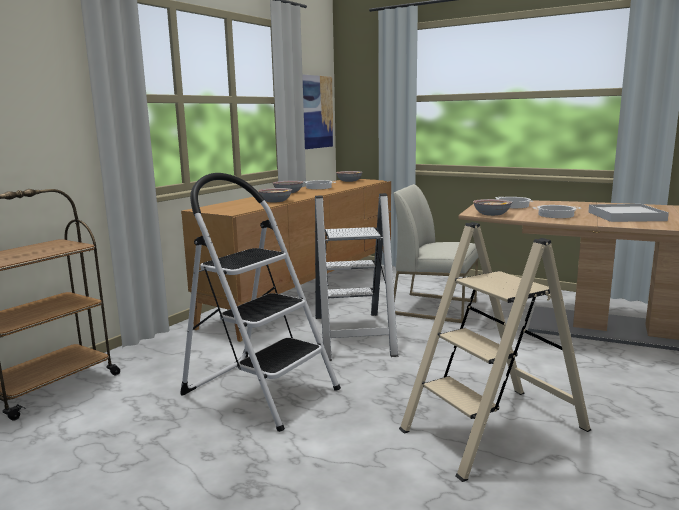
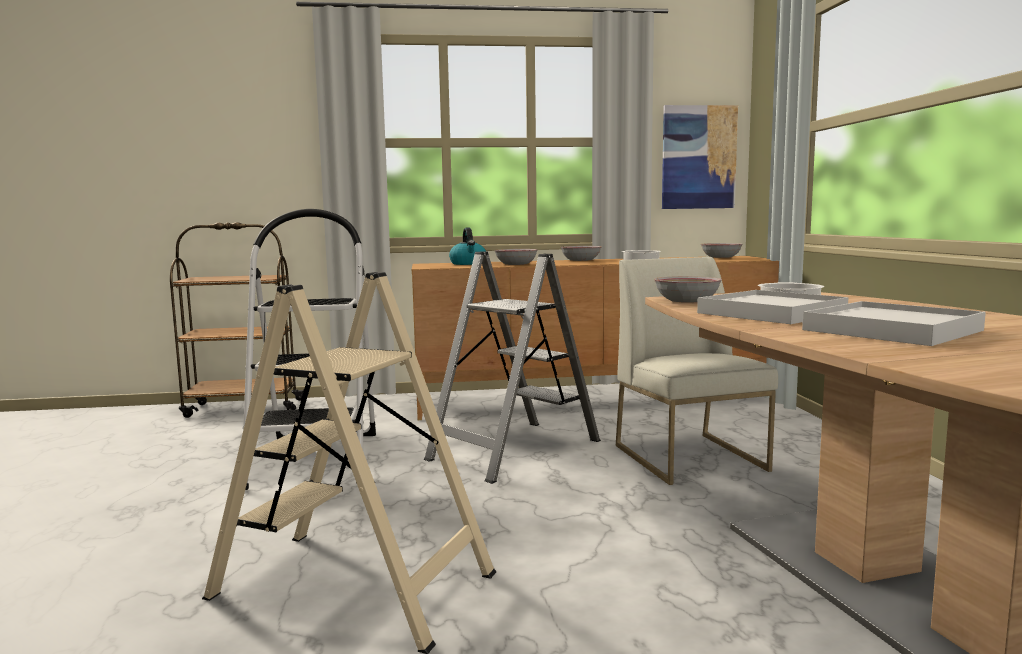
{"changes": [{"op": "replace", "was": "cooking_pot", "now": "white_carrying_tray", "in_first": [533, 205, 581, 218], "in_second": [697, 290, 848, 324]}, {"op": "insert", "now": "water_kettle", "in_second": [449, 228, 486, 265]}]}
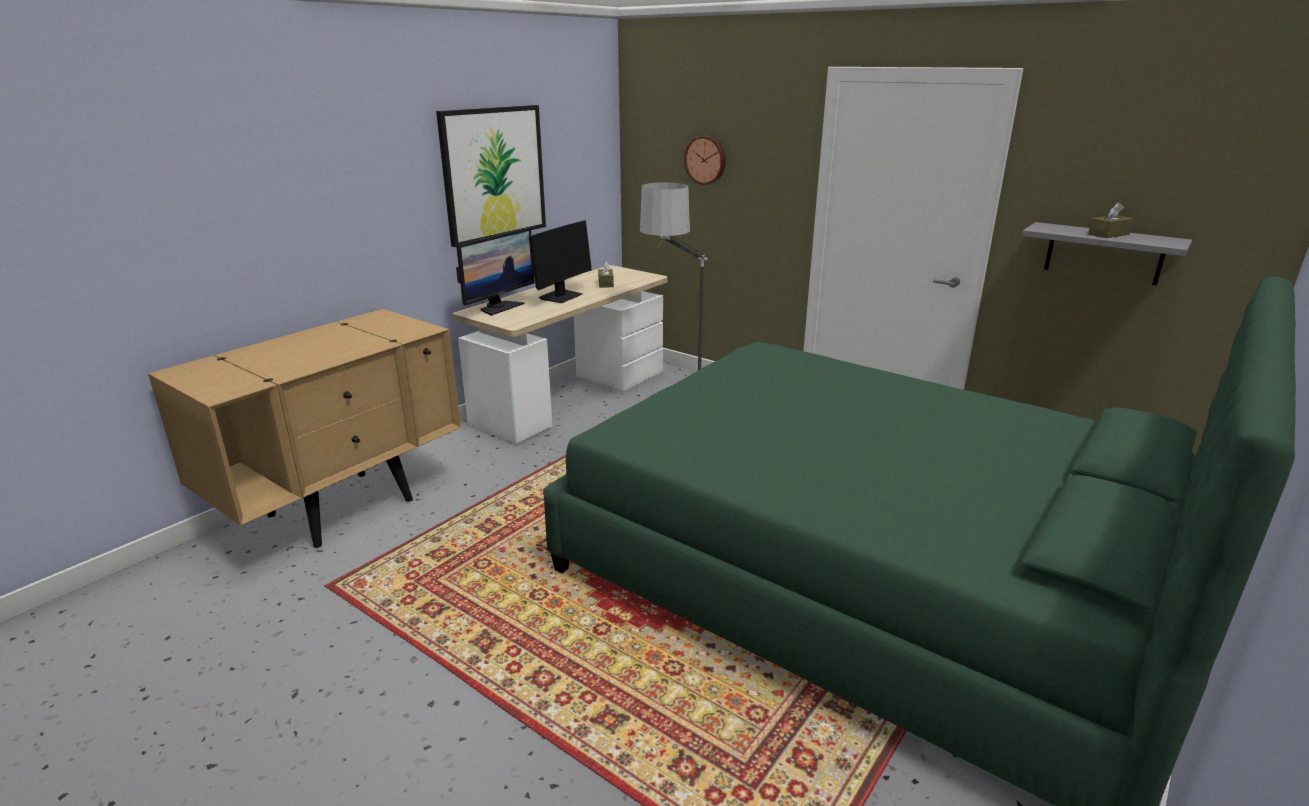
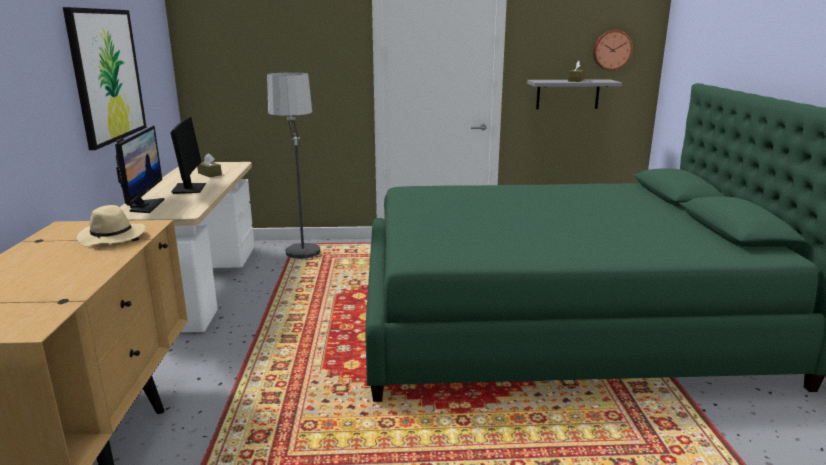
{"changes": [{"op": "move", "was": "hanging_clock", "in_first": [684, 136, 726, 185], "in_second": [593, 30, 633, 70]}, {"op": "insert", "now": "beige-coloured_clothing_hat", "in_second": [77, 205, 145, 246]}]}
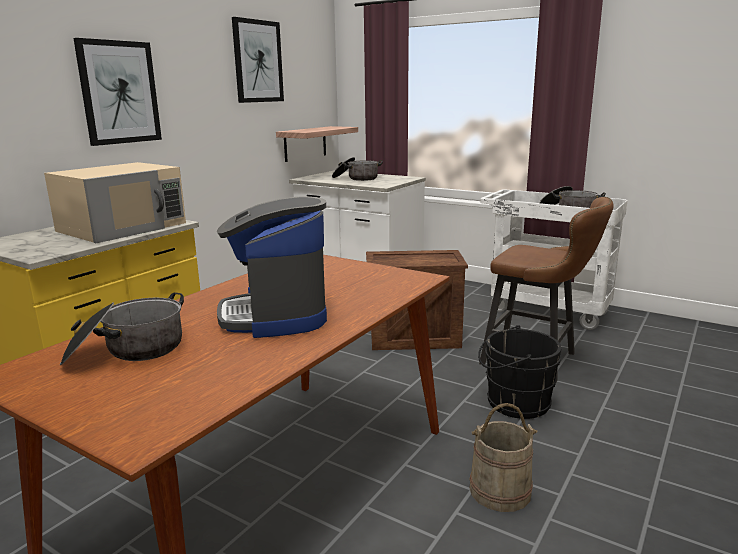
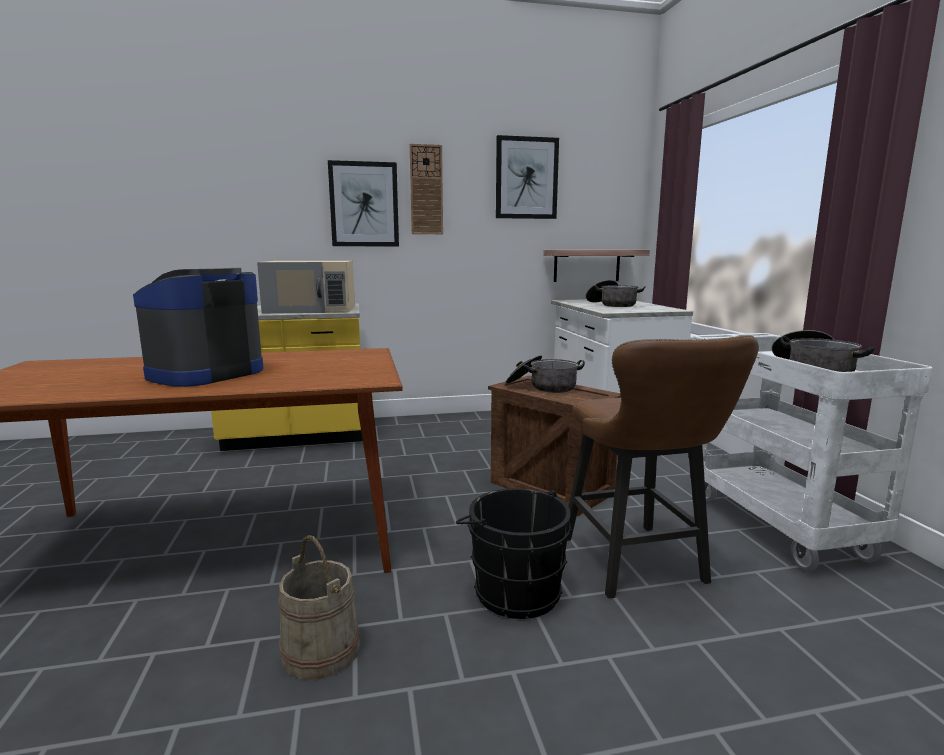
{"changes": [{"op": "move", "was": "cooking_pot", "in_first": [60, 292, 184, 365], "in_second": [506, 355, 585, 393]}, {"op": "insert", "now": "hanging_clock", "in_second": [410, 144, 443, 234]}]}
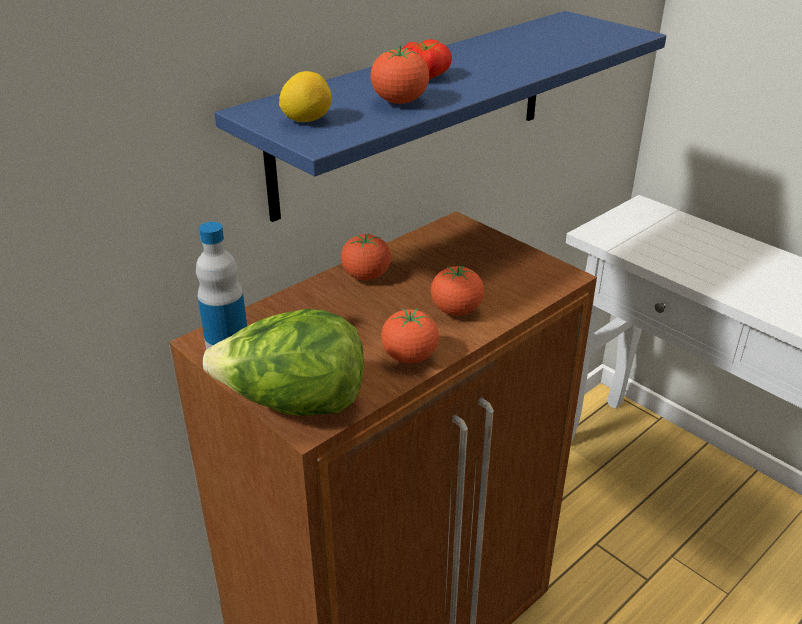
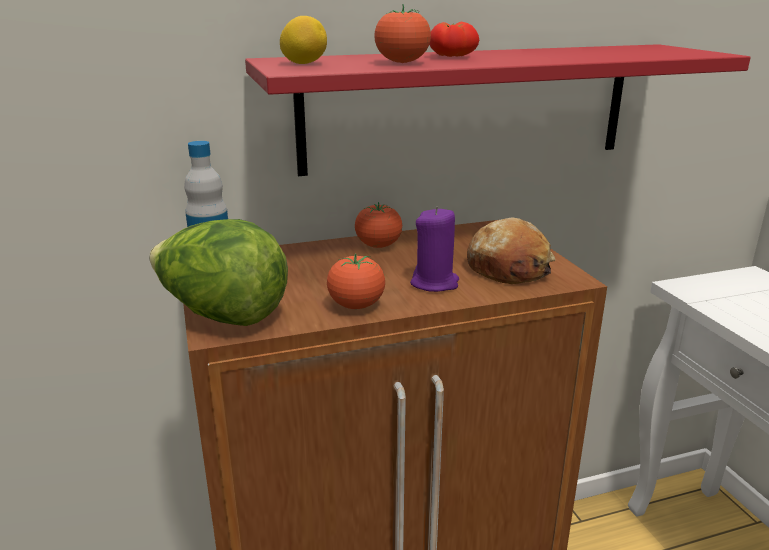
{"changes": [{"op": "recolor", "was": "blue-coloured_shelf", "now": "reddish_shelf", "in_first": [215, 11, 666, 222], "in_second": [245, 44, 751, 176]}, {"op": "replace", "was": "fresh_tomato", "now": "purple_candle", "in_first": [431, 266, 484, 316], "in_second": [410, 207, 459, 292]}, {"op": "insert", "now": "bread", "in_second": [467, 217, 556, 284]}]}
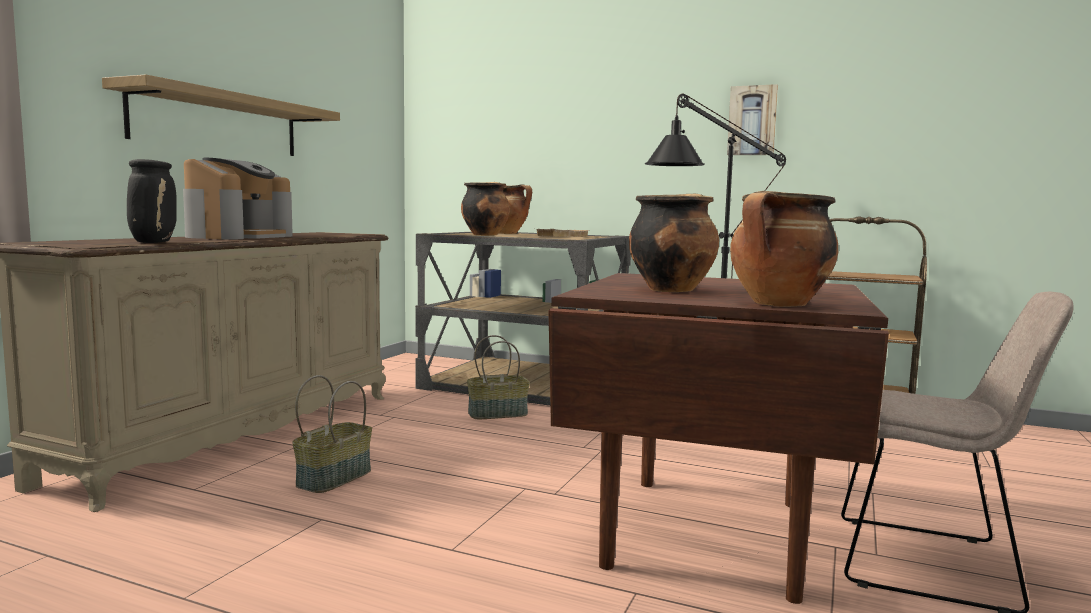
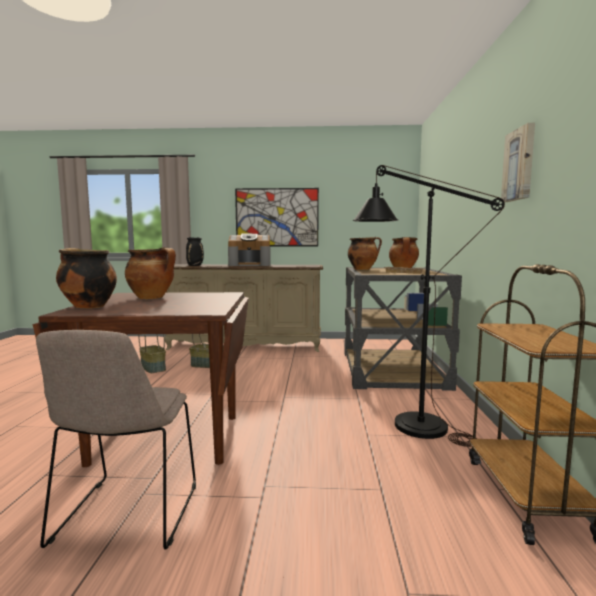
{"changes": [{"op": "replace", "was": "shelf", "now": "wall_picture", "in_first": [102, 74, 340, 156], "in_second": [235, 188, 319, 246]}, {"op": "move", "was": "storage_basket", "in_first": [467, 335, 530, 419], "in_second": [138, 334, 166, 373]}]}
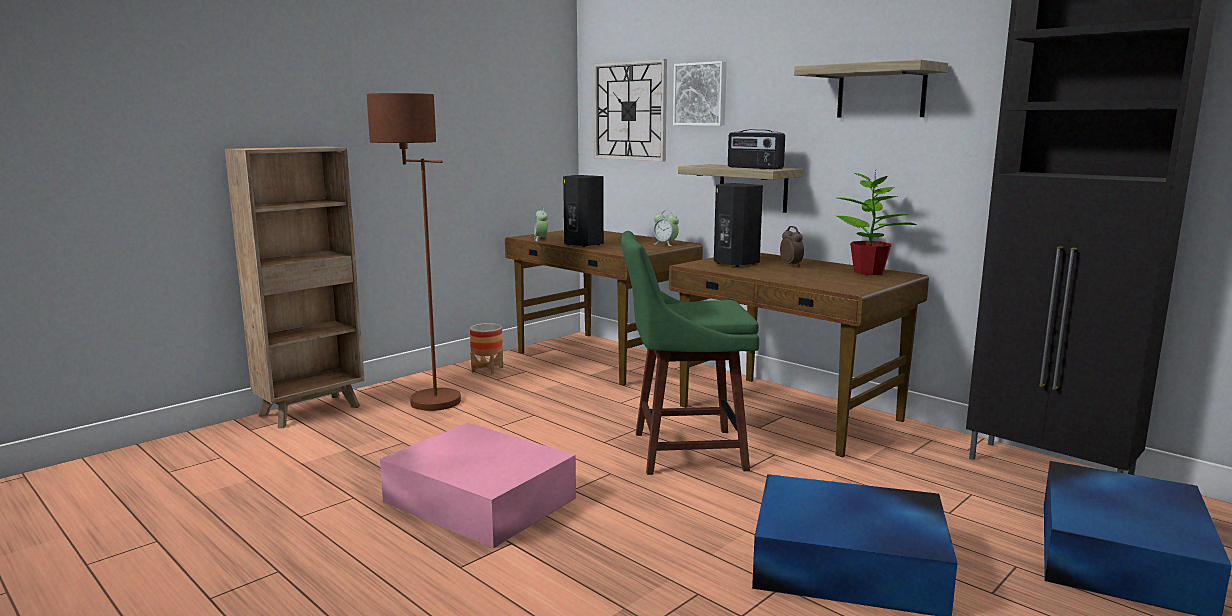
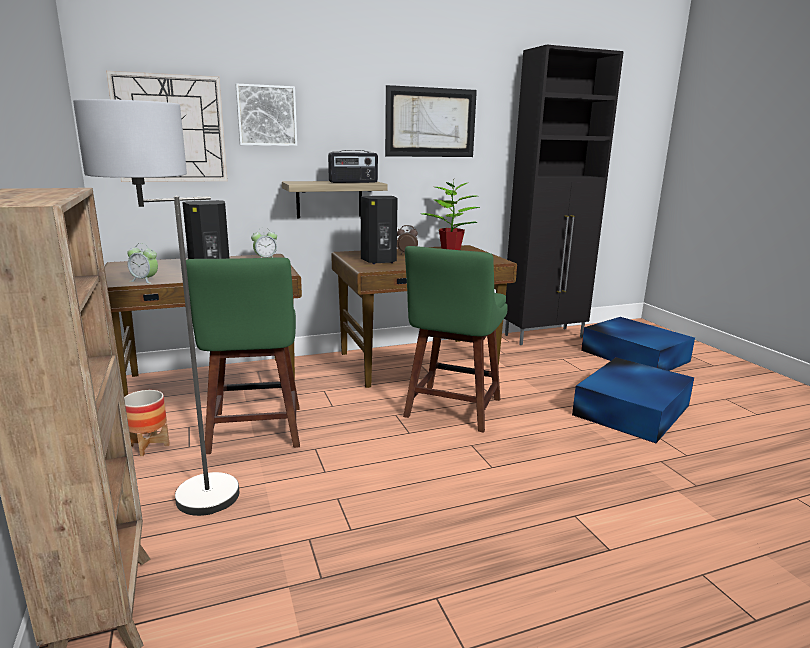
{"changes": [{"op": "replace", "was": "shelf", "now": "wall_picture", "in_first": [794, 60, 948, 117], "in_second": [385, 85, 477, 157]}, {"op": "recolor", "was": "brown-coloured_standard_lamp", "now": "gray_standard_lamp", "in_first": [367, 93, 461, 411], "in_second": [73, 99, 239, 516]}, {"op": "delete", "was": "pink_storage_box", "in_first": [380, 422, 576, 548]}, {"op": "insert", "now": "green_sitting_stool", "in_second": [186, 257, 300, 454]}]}
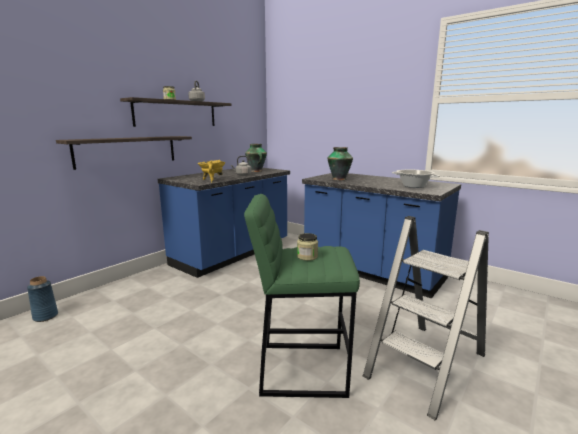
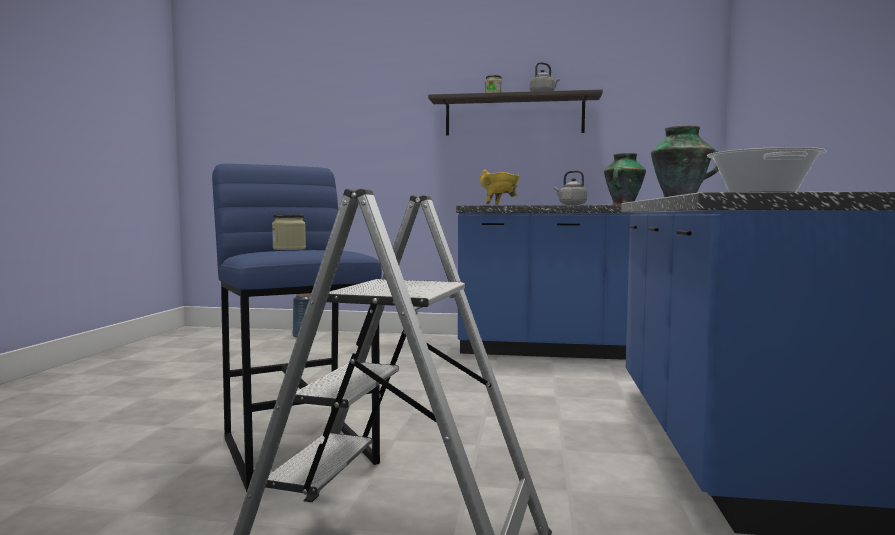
{"changes": [{"op": "delete", "was": "shelf", "in_first": [56, 136, 192, 170]}, {"op": "recolor", "was": "green_sitting_stool", "now": "blue-coloured_sitting_stool", "in_first": [244, 194, 360, 398], "in_second": [212, 164, 382, 492]}]}
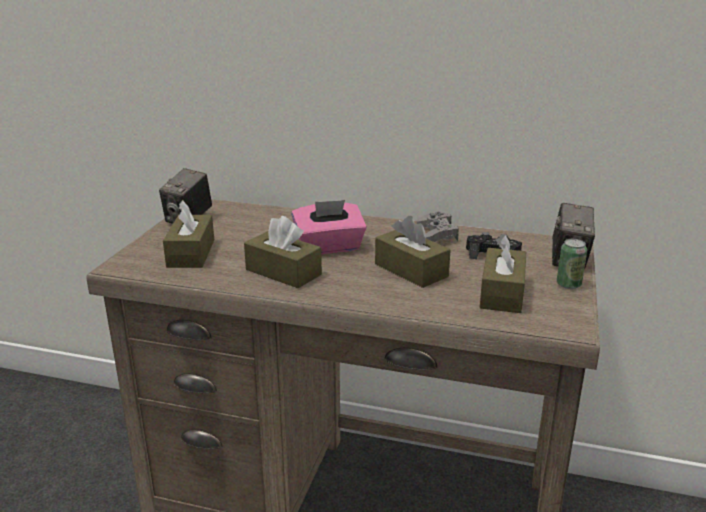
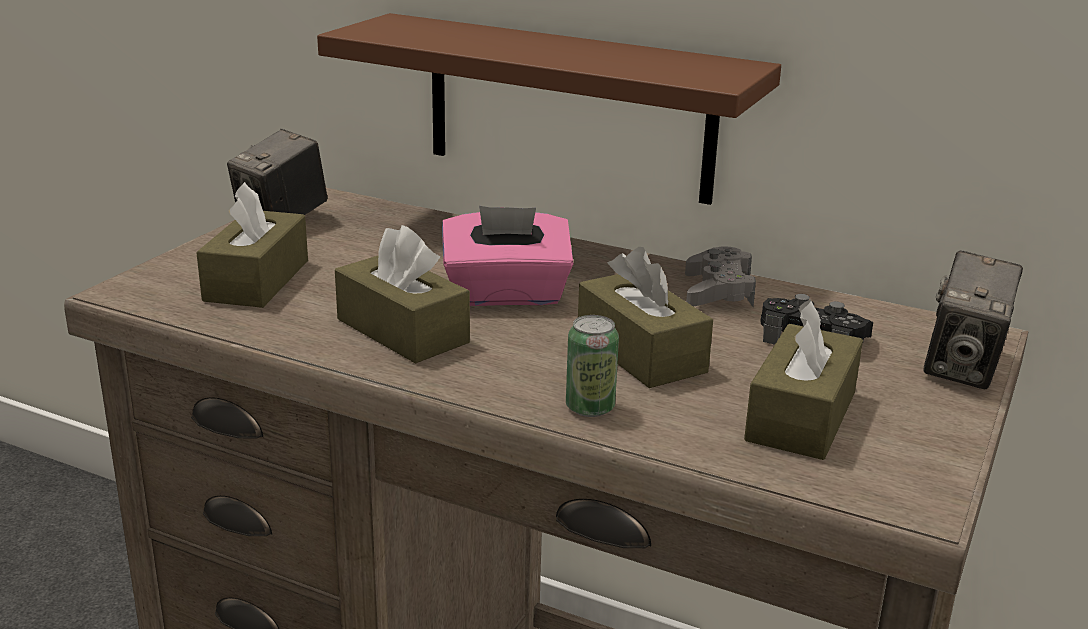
{"changes": [{"op": "move", "was": "can", "in_first": [557, 239, 587, 289], "in_second": [566, 315, 619, 417]}, {"op": "insert", "now": "brown-coloured_shelf", "in_second": [317, 13, 781, 205]}]}
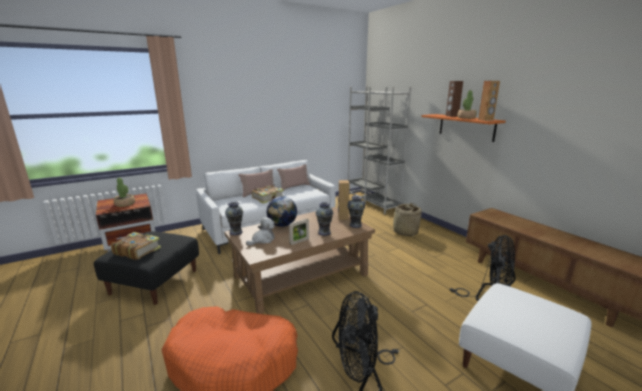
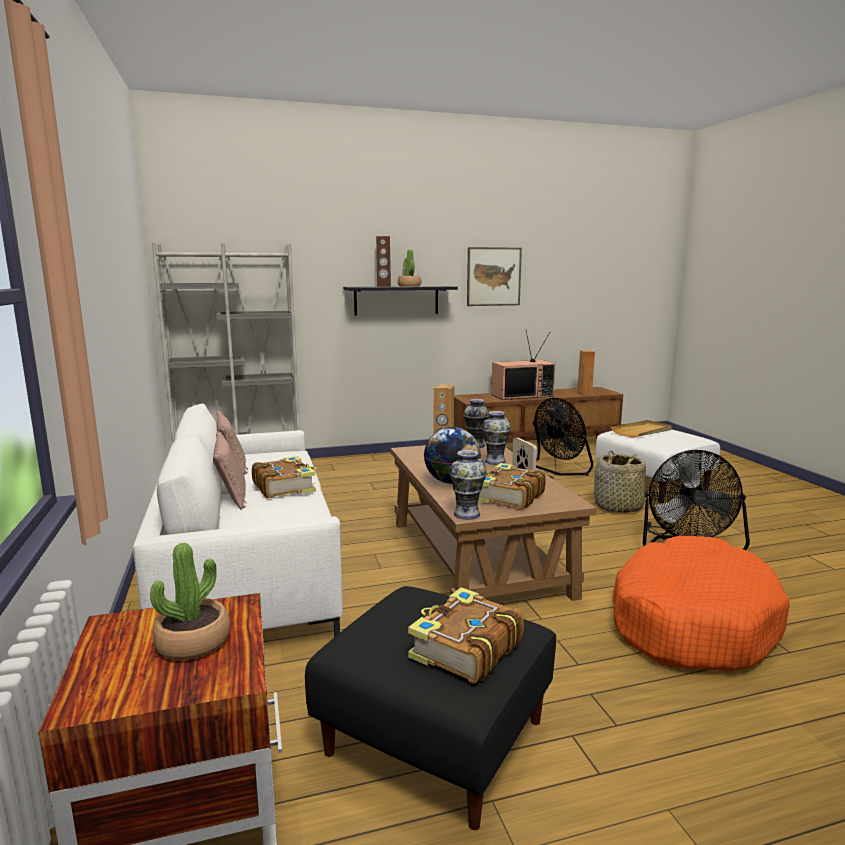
{"changes": [{"op": "move", "was": "brown-coloured_loudspeaker", "in_first": [478, 81, 500, 121], "in_second": [577, 350, 595, 396]}, {"op": "recolor", "was": "orange-coloured_shelf", "now": "black_shelf", "in_first": [421, 114, 506, 142], "in_second": [343, 286, 458, 316]}, {"op": "move", "was": "storage_basket", "in_first": [390, 203, 422, 236], "in_second": [594, 450, 646, 513]}, {"op": "replace", "was": "cuddly_toy", "now": "book", "in_first": [246, 217, 275, 246], "in_second": [478, 463, 546, 509]}, {"op": "insert", "now": "wall_picture", "in_second": [467, 247, 522, 306]}, {"op": "insert", "now": "TV_set", "in_second": [491, 329, 555, 400]}, {"op": "insert", "now": "beige-coloured_carrying_tray", "in_second": [611, 420, 672, 438]}]}
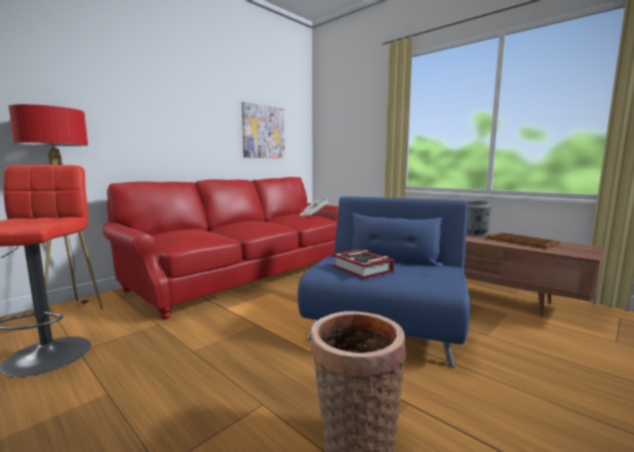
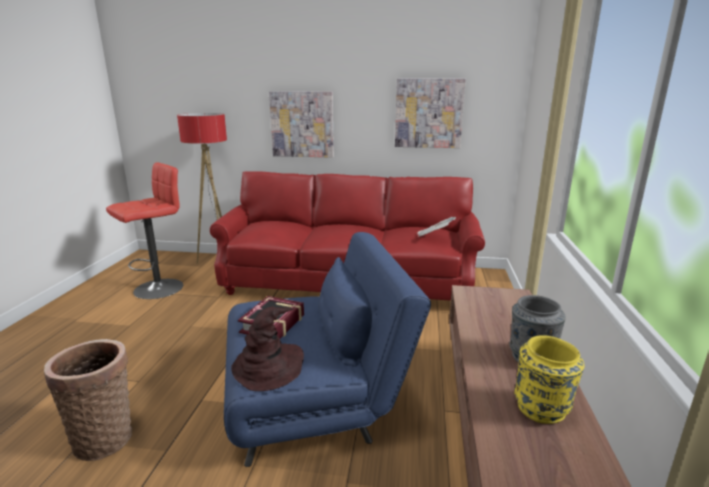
{"changes": [{"op": "replace", "was": "brown-coloured_carrying_tray", "now": "yellow_decorative_vase", "in_first": [487, 232, 561, 249], "in_second": [514, 335, 585, 424]}, {"op": "insert", "now": "wall_picture", "in_second": [269, 91, 334, 158]}, {"op": "insert", "now": "brown-coloured_clothing_hat", "in_second": [231, 307, 304, 391]}]}
